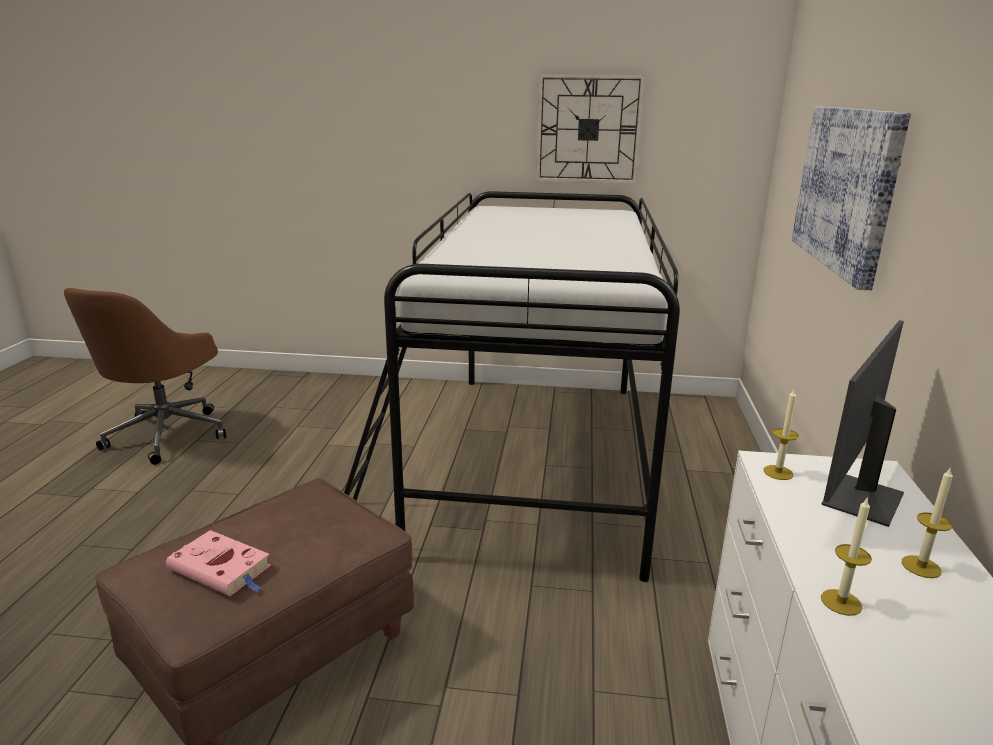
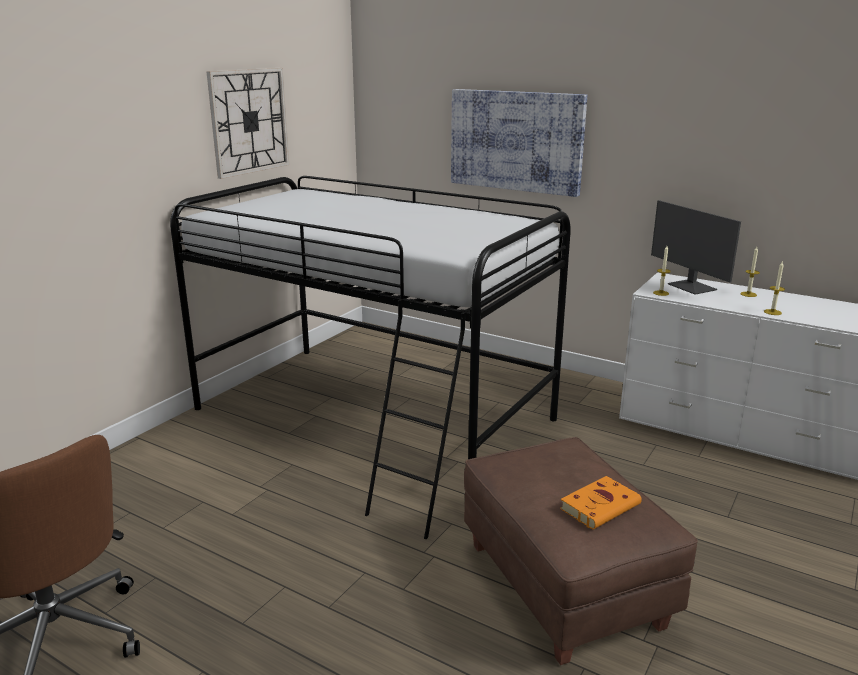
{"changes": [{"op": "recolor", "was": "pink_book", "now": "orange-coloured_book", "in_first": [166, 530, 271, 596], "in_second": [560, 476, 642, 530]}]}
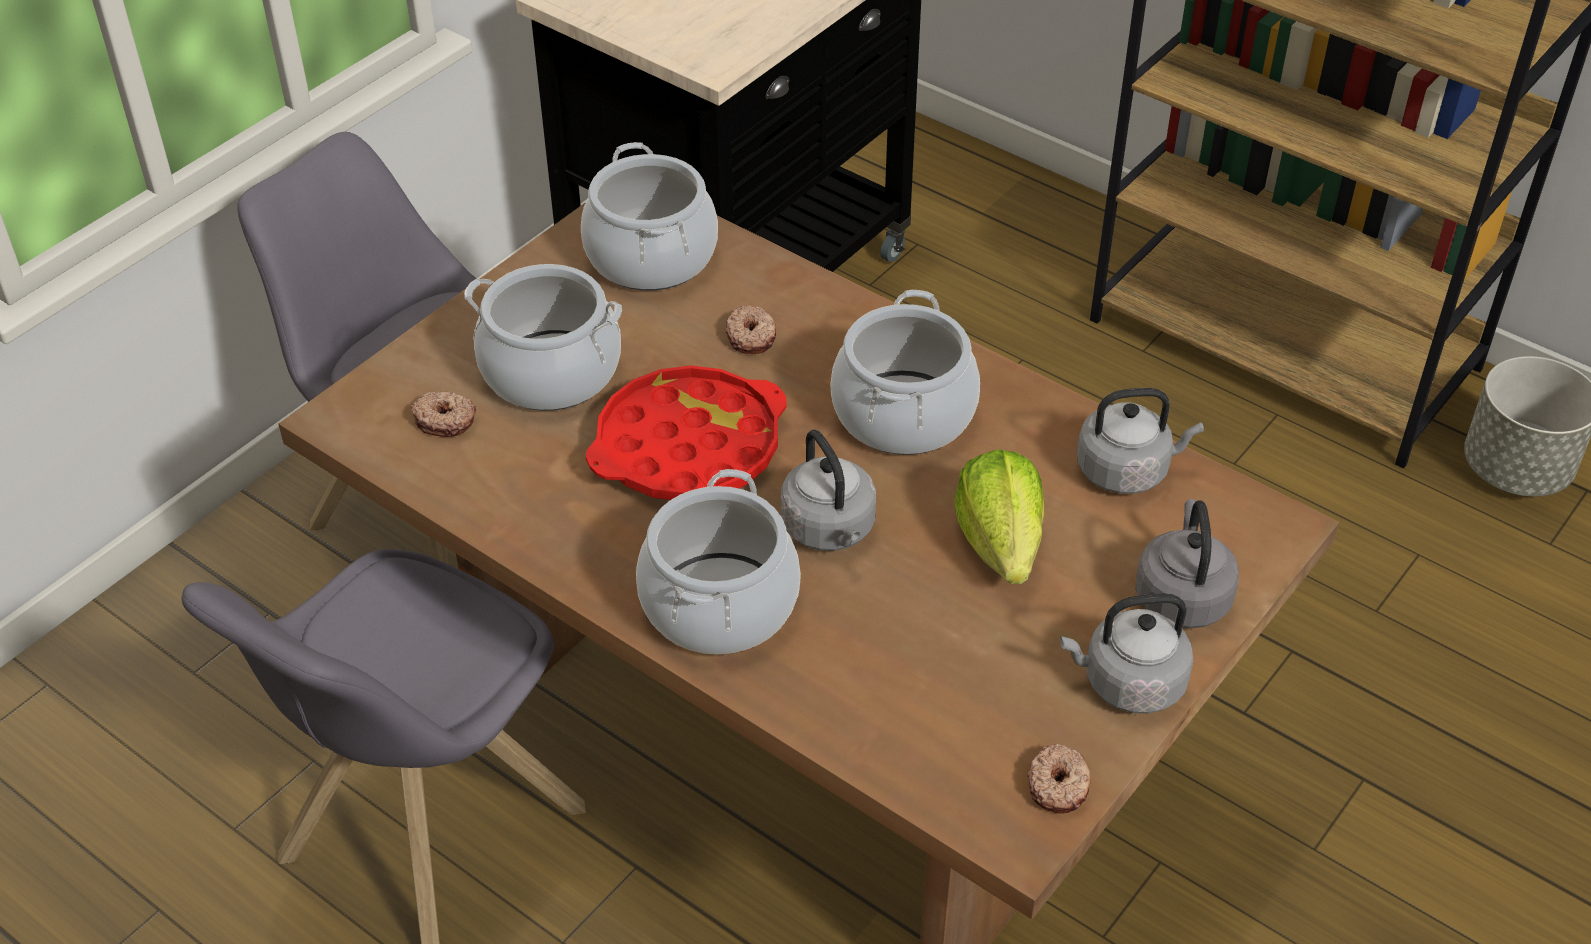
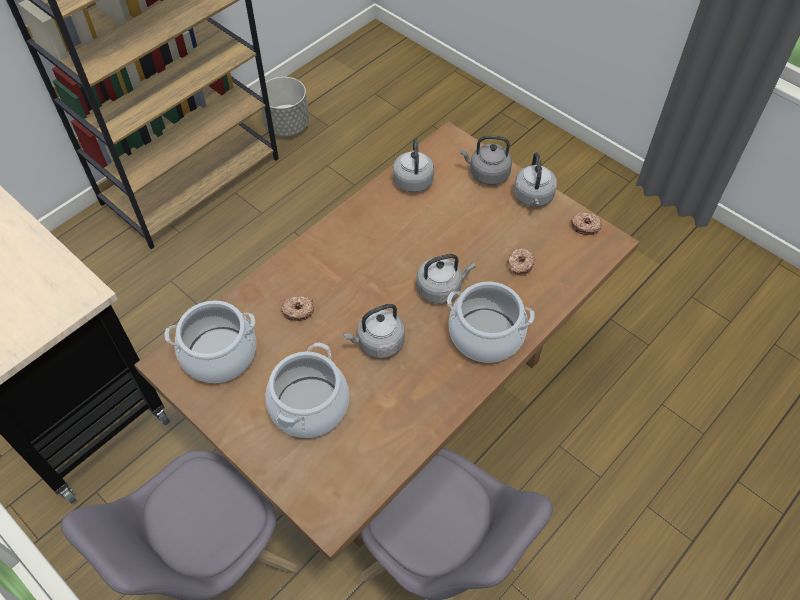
{"changes": [{"op": "delete", "was": "cooking_pot", "in_first": [831, 290, 980, 455]}, {"op": "replace", "was": "reddish_carrying_tray", "now": "gray_water_kettle", "in_first": [586, 366, 787, 500], "in_second": [343, 304, 405, 358]}, {"op": "move", "was": "donut", "in_first": [411, 392, 476, 437], "in_second": [508, 247, 535, 276]}, {"op": "delete", "was": "lettuce_head", "in_first": [954, 450, 1044, 584]}]}
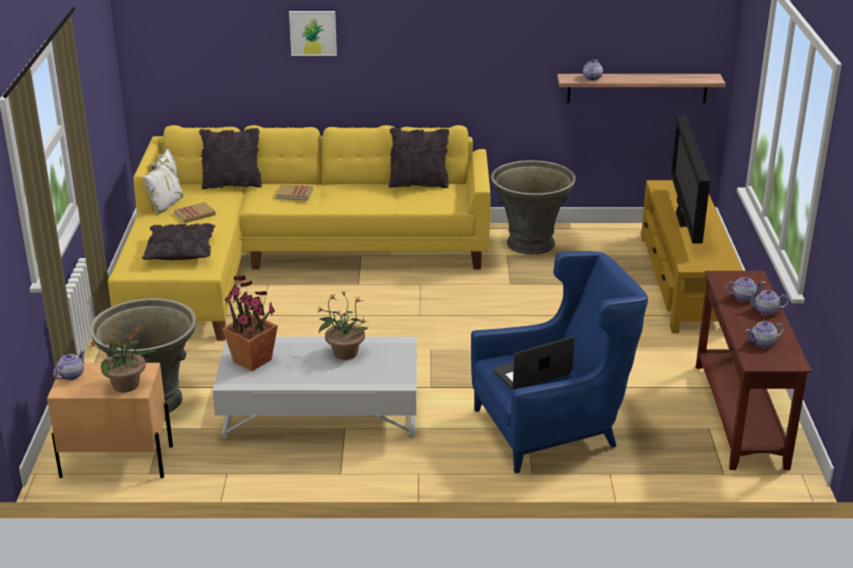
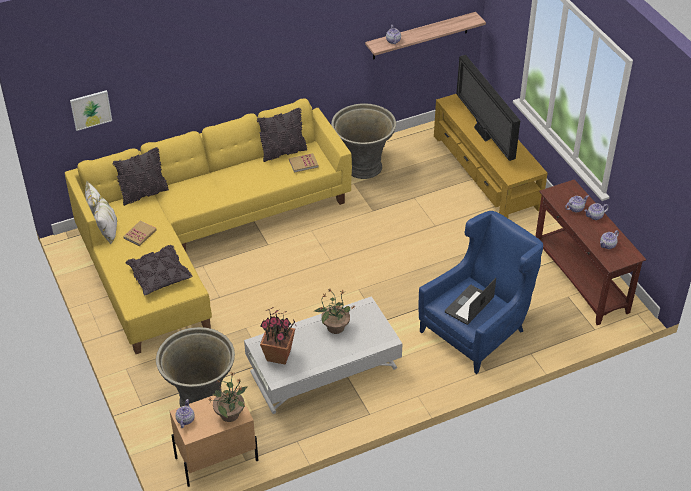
{"changes": [{"op": "move", "was": "wall_picture", "in_first": [289, 11, 337, 56], "in_second": [70, 90, 112, 131]}, {"op": "move", "was": "book", "in_first": [276, 185, 313, 201], "in_second": [289, 153, 319, 173]}]}
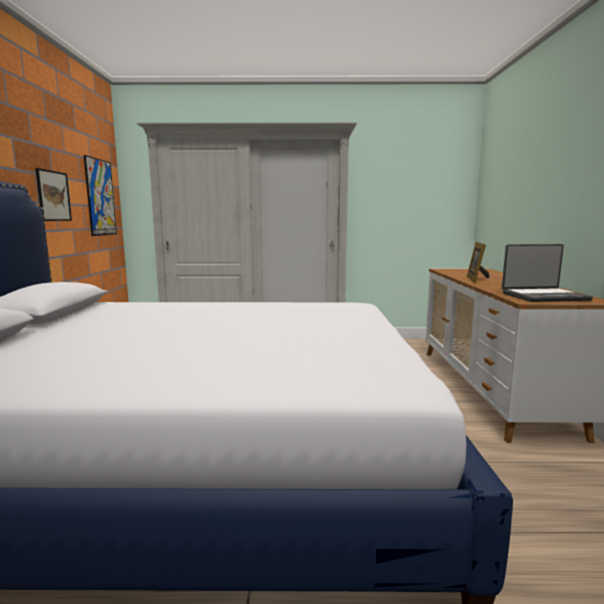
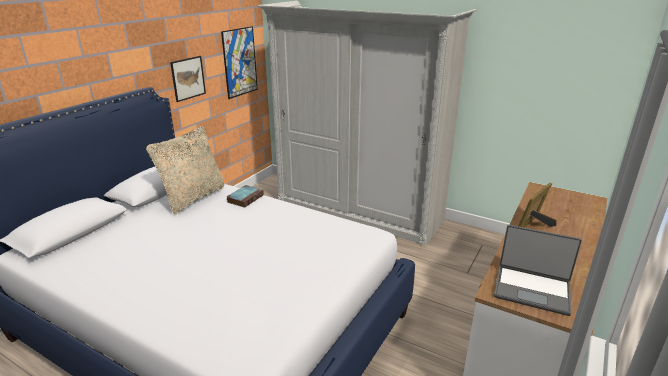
{"changes": [{"op": "insert", "now": "beige-coloured_throw_pillow", "in_second": [146, 126, 224, 214]}, {"op": "insert", "now": "book", "in_second": [226, 185, 264, 208]}]}
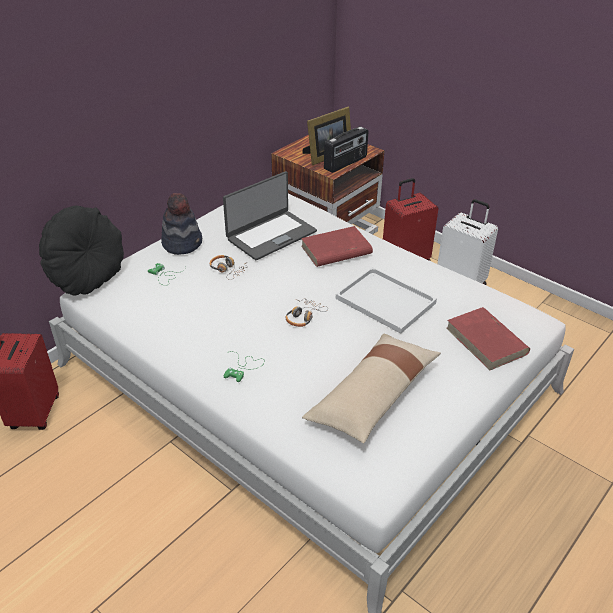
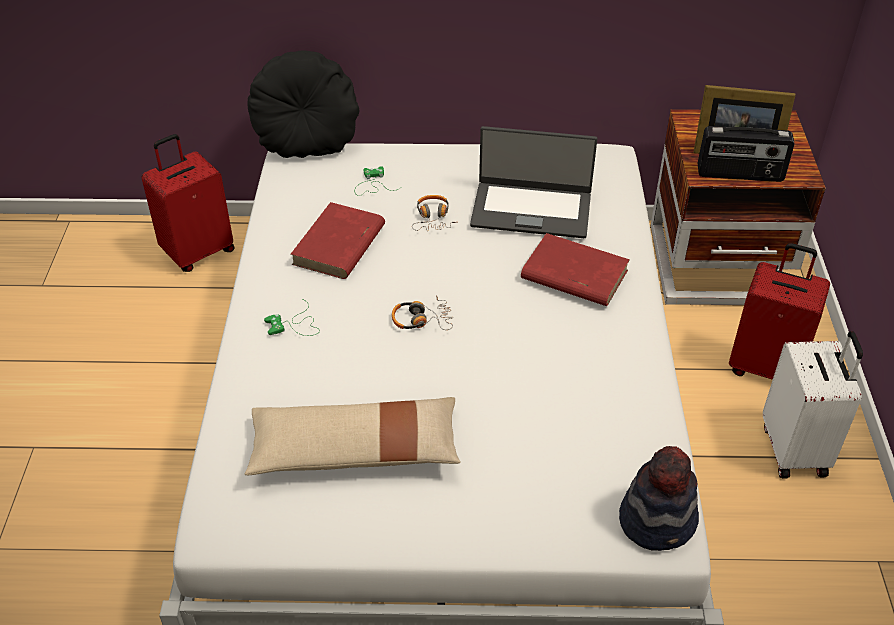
{"changes": [{"op": "move", "was": "clothing_hat", "in_first": [161, 193, 202, 255], "in_second": [619, 446, 699, 551]}, {"op": "delete", "was": "white_carrying_tray", "in_first": [336, 267, 437, 334]}, {"op": "move", "was": "reddish_book", "in_first": [446, 307, 530, 370], "in_second": [291, 202, 385, 279]}]}
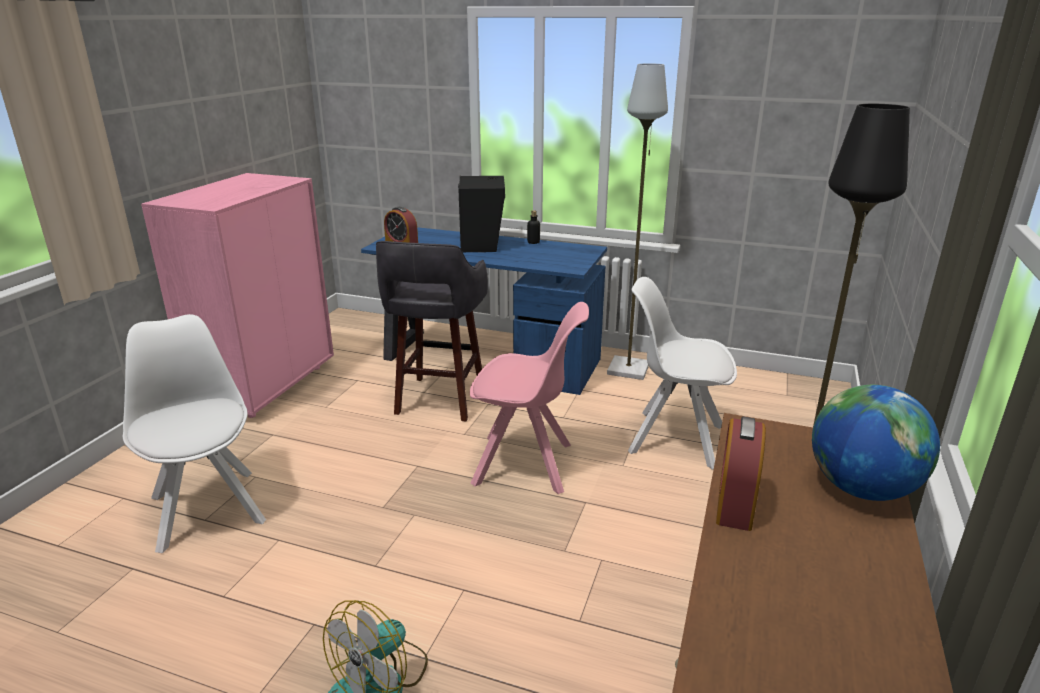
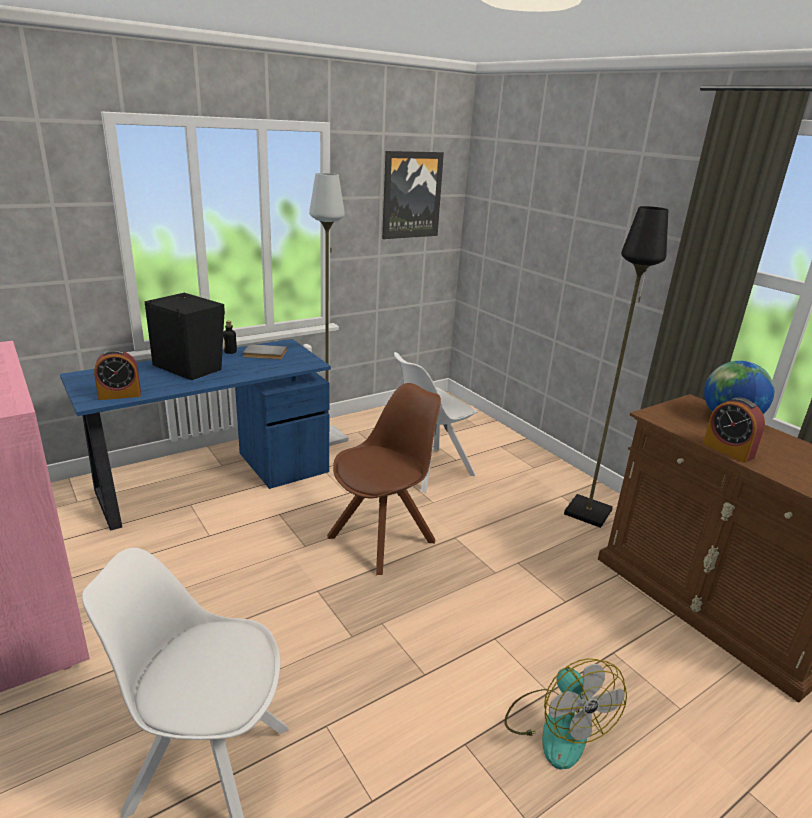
{"changes": [{"op": "delete", "was": "gray_sitting_stool", "in_first": [376, 241, 488, 421]}, {"op": "recolor", "was": "pink_chair", "now": "brown-coloured_chair", "in_first": [470, 302, 589, 494], "in_second": [327, 383, 441, 575]}, {"op": "insert", "now": "wall_picture", "in_second": [382, 151, 444, 239]}, {"op": "insert", "now": "gray_book", "in_second": [243, 344, 287, 359]}]}
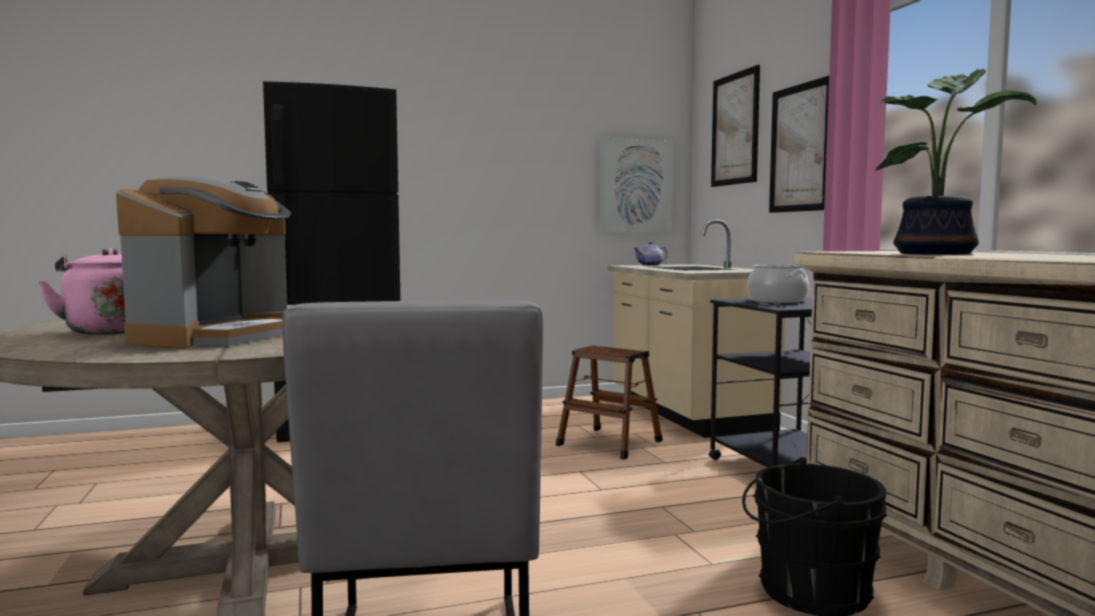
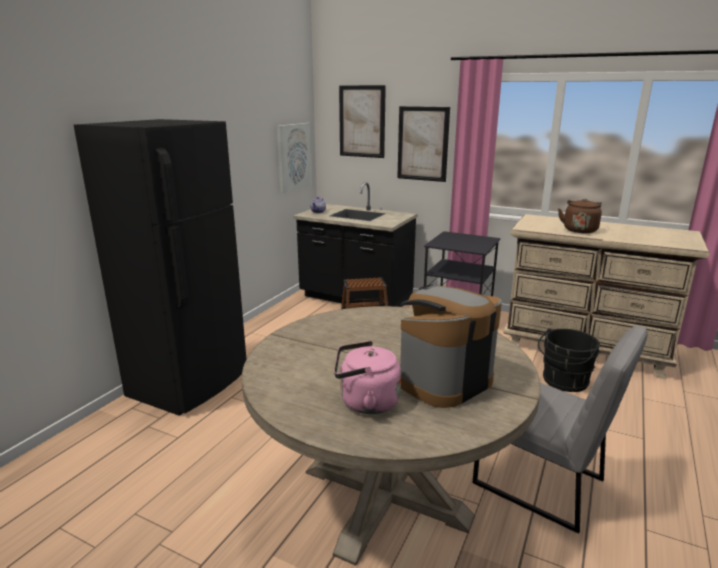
{"changes": [{"op": "replace", "was": "potted_plant", "now": "brown-coloured_water_kettle", "in_first": [875, 69, 1037, 255], "in_second": [558, 199, 602, 233]}, {"op": "rotate", "was": "coffee_machine", "in_first": [116, 176, 291, 349], "in_second": [400, 285, 502, 408], "clockwise": -105}, {"op": "recolor", "was": "beige-coloured_kitchen_counter", "now": "black_kitchen_counter", "in_first": [608, 219, 785, 438], "in_second": [293, 182, 417, 307]}, {"op": "delete", "was": "cooking_pot", "in_first": [747, 265, 809, 304]}]}
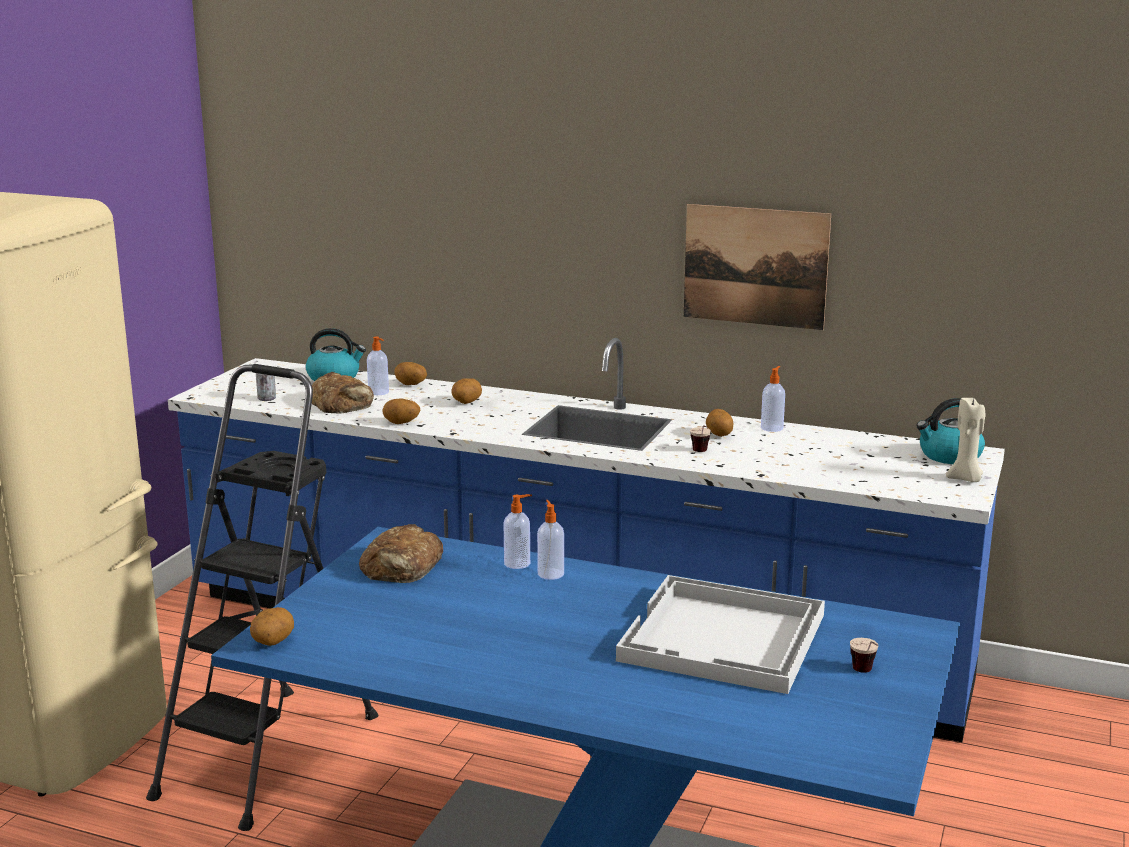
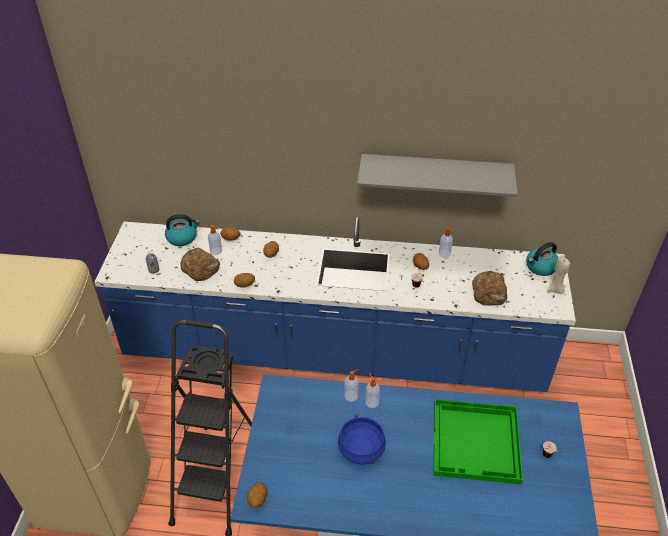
{"changes": [{"op": "replace", "was": "wall_picture", "now": "gray_shelf", "in_first": [684, 204, 831, 330], "in_second": [357, 154, 518, 197]}, {"op": "move", "was": "bread", "in_first": [359, 524, 443, 583], "in_second": [472, 271, 507, 305]}, {"op": "recolor", "was": "white_carrying_tray", "now": "green_carrying_tray", "in_first": [616, 575, 825, 694], "in_second": [433, 399, 523, 484]}, {"op": "insert", "now": "blue-coloured_cooking_pot", "in_second": [338, 414, 386, 465]}]}
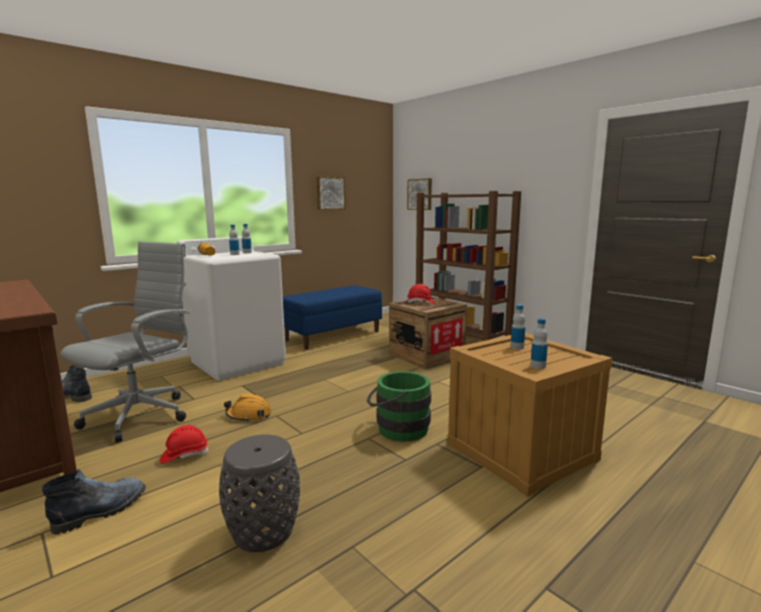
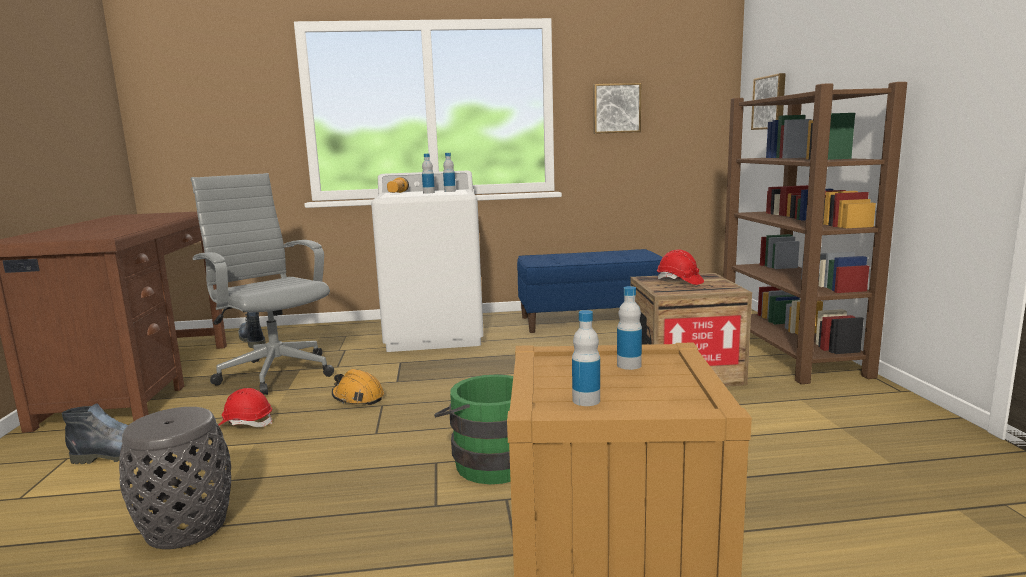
{"changes": [{"op": "rotate", "was": "gray_computer_chair", "in_first": [61, 241, 190, 443], "in_second": [191, 173, 334, 395], "clockwise": -105}]}
